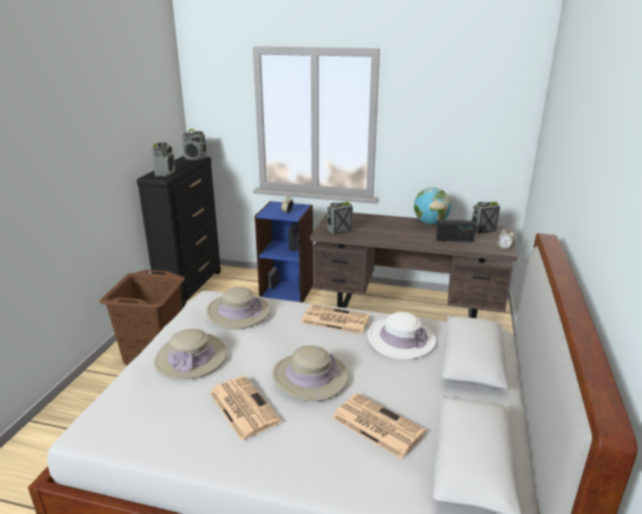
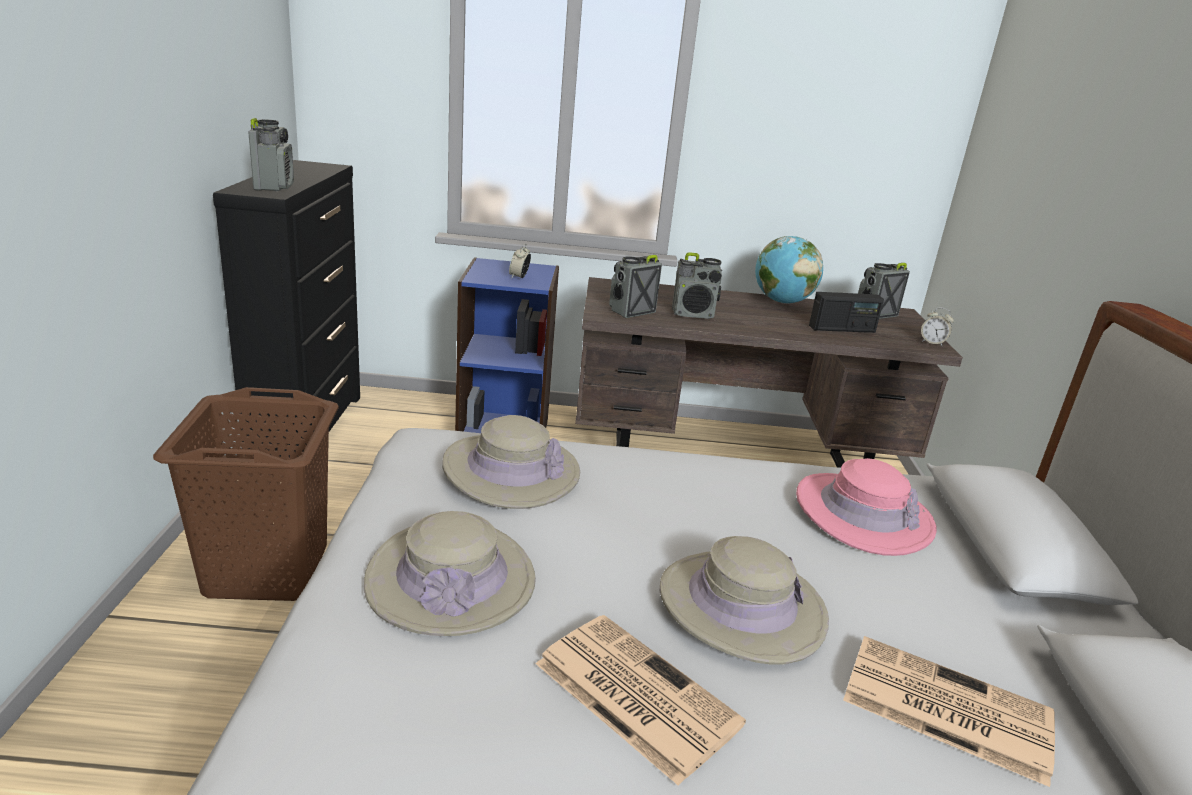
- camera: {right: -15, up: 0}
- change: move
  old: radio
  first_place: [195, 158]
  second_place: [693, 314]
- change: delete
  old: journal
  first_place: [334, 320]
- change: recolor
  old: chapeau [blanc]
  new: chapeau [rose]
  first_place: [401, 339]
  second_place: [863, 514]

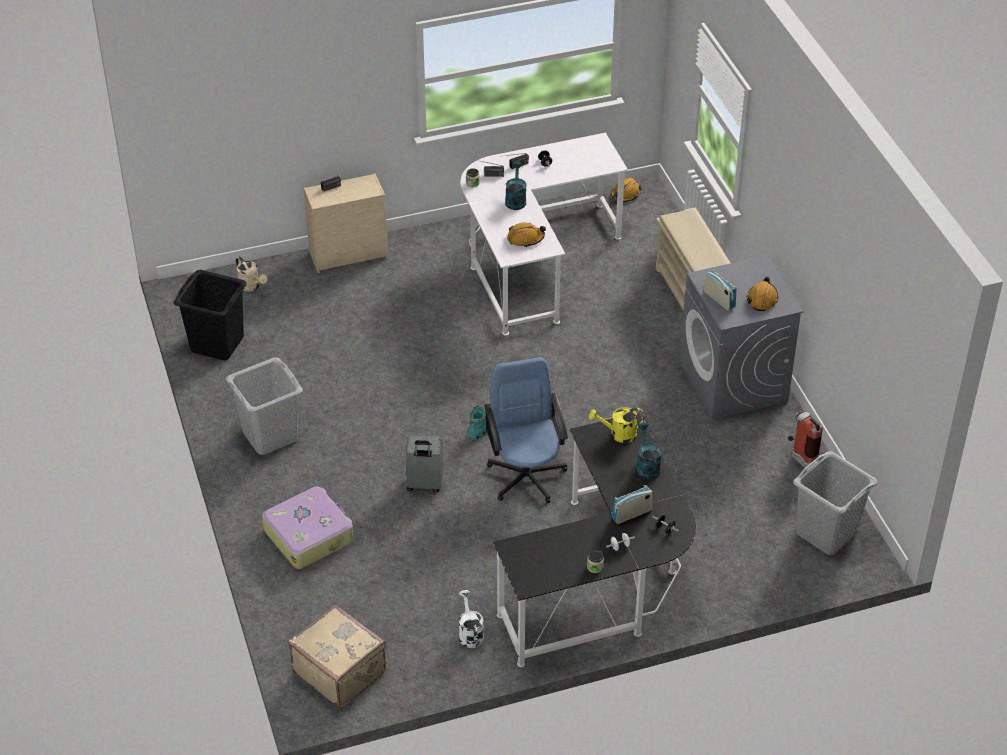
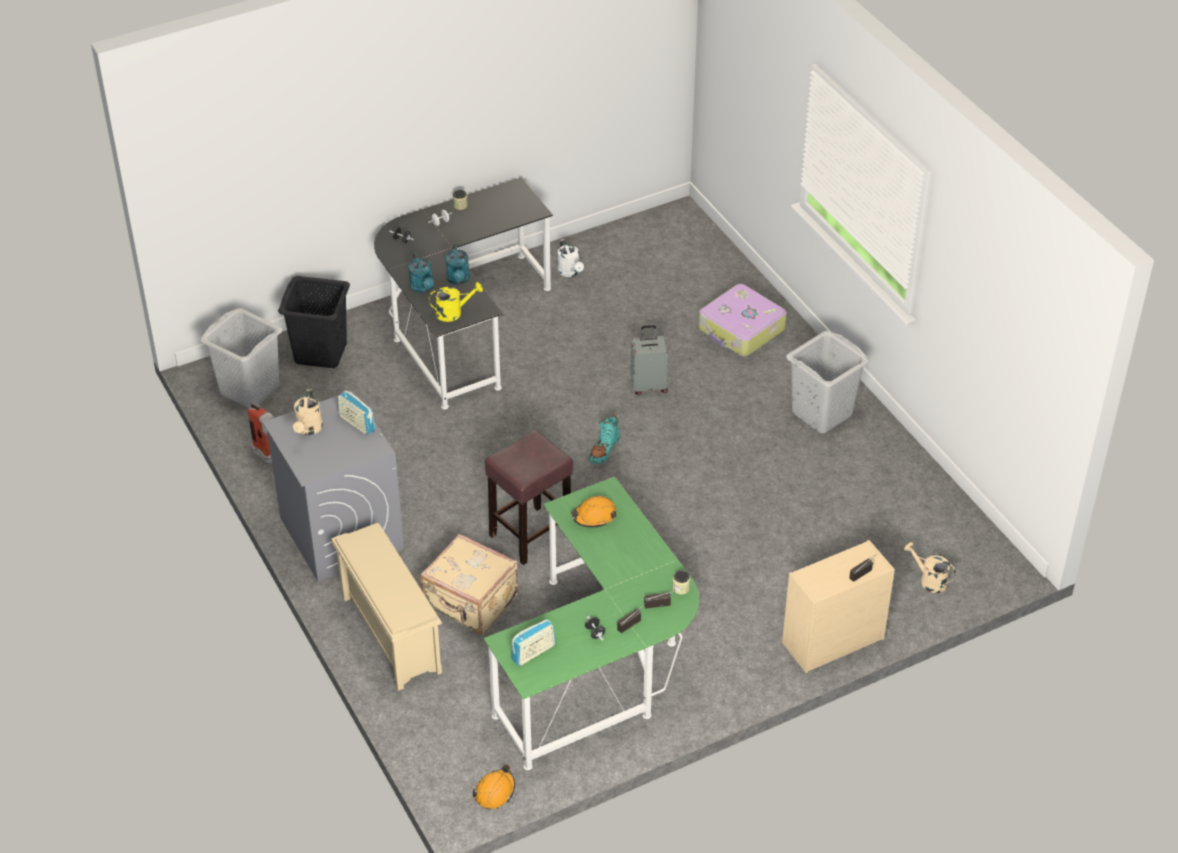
- camera: {right: 170, up: 0}
- change: recolor
  old: bureau [blanc]
  new: bureau [vert]
  first_place: [531, 260]
  second_place: [601, 665]
- change: move
  old: arrosoir [turquoise]
  first_place: [515, 199]
  second_place: [458, 280]
- change: move
  old: panier à linge [noir]
  first_place: [217, 343]
  second_place: [321, 353]
- change: replace
  old: casque de chantier [orange]
  new: arrosoir [beige]
  first_place: [762, 299]
  second_place: [308, 430]
- change: delete
  old: chaise de bureau [bleu]
  first_place: [526, 476]
- change: move
  old: radio
  first_place: [631, 514]
  second_place: [533, 652]
- change: move
  old: valise [beige]
  first_place: [340, 671]
  second_place: [471, 603]
- change: insert
  new: tabouret [marron]
  second_place: [531, 534]

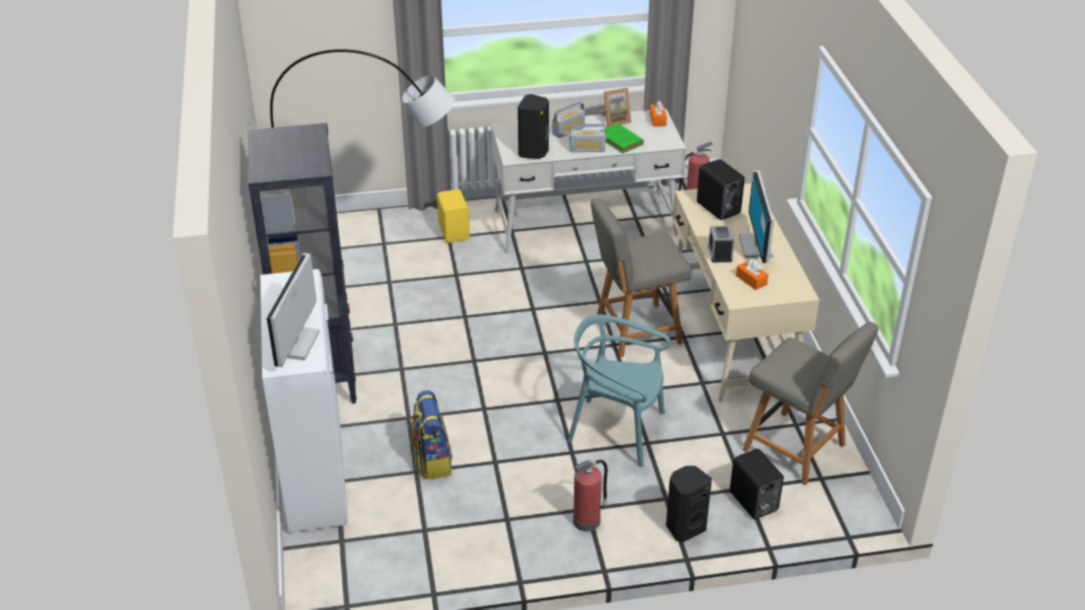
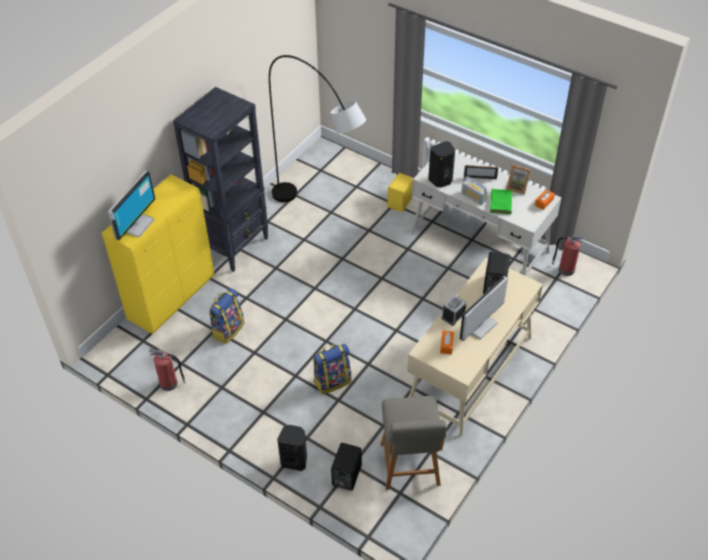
- camera: {right: 45, up: 10}
- change: replace
  old: radio
  new: cadre photo
  first_place: [568, 130]
  second_place: [480, 177]
- change: delete
  old: chaise [gris]
  first_place: [635, 331]
- change: rotate
  old: écran d'ordinateur
  first_place: [298, 344]
  second_place: [137, 225]
  degrees: 150
- change: recolor
  old: meuble de rangement [blanc]
  new: meuble de rangement [jaune]
  first_place: [315, 474]
  second_place: [172, 297]
- change: replace
  old: chaise [turquoise]
  new: sac à dos
  first_place: [617, 430]
  second_place: [332, 381]
- change: move
  old: extincteur
  first_place: [588, 520]
  second_place: [169, 383]

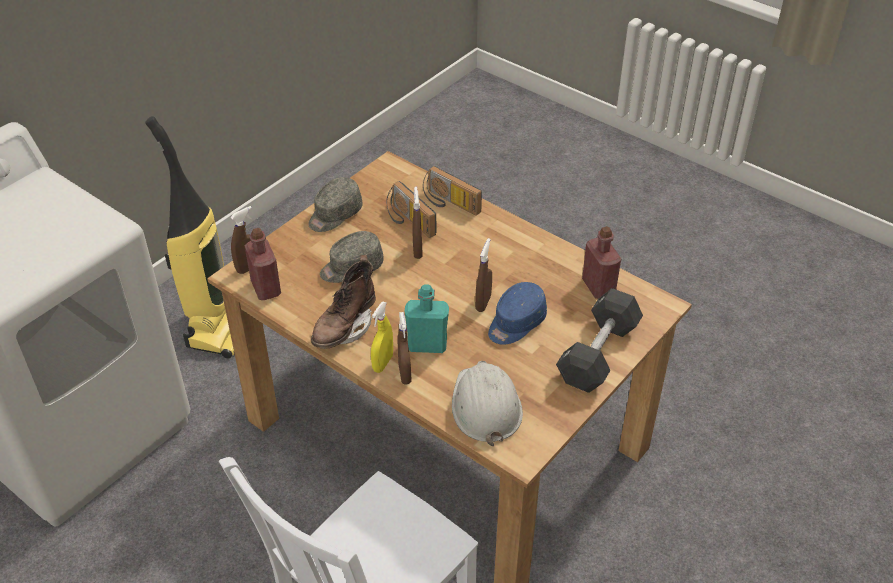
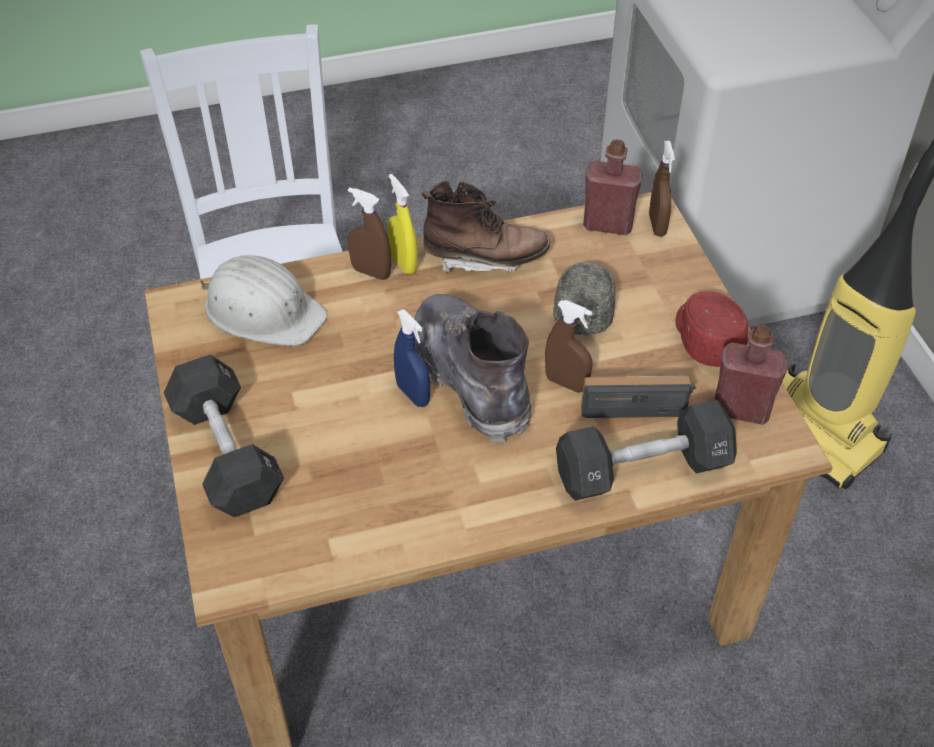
- camera: {right: 125, up: 5}
- change: replace
  old: radio
  new: haltère [noir]
  first_place: [449, 203]
  second_place: [642, 469]
- change: recolor
  old: casquette [gris]
  new: casquette [rouge]
  first_place: [334, 215]
  second_place: [706, 337]
- change: move
  old: bouteille [rouge]
  first_place: [598, 287]
  second_place: [741, 409]
- change: recolor
  old: vaporisateur [marron]
  new: vaporisateur [bleu]
  first_place: [483, 303]
  second_place: [413, 394]
- change: rotate
  old: botte [marron]
  first_place: [345, 328]
  second_place: [485, 258]
  degrees: 120
- change: delete
  old: casquette [bleu]
  first_place: [515, 323]
- change: delete
  old: bouteille [turquoise]
  first_place: [427, 345]
- change: insert
  new: botte [gris]
  second_place: [470, 378]

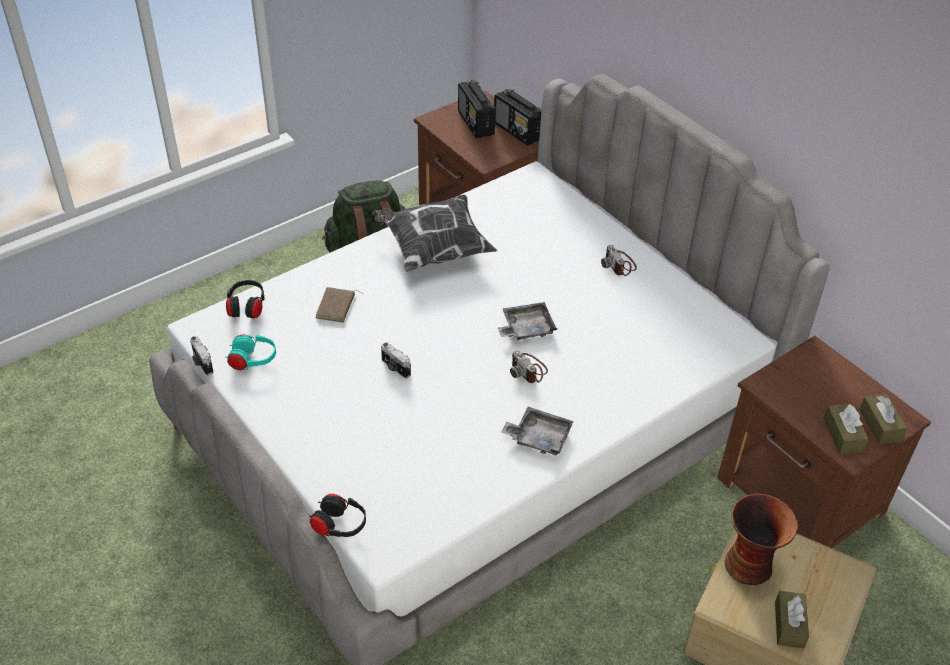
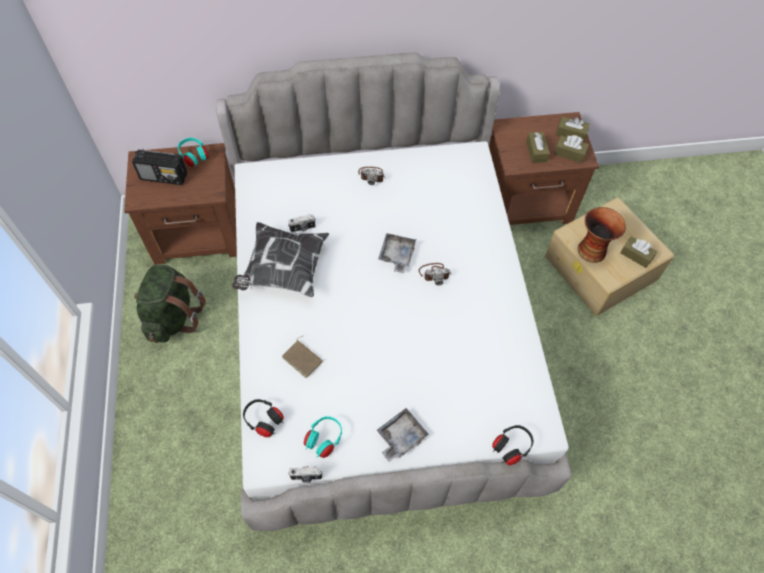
- camera: {right: -60, up: 15}
- change: replace
  old: radio
  new: casque audio [turquoise]
  first_place: [518, 131]
  second_place: [194, 157]
- change: move
  old: appareil photo
  first_place: [395, 368]
  second_place: [303, 228]
- change: move
  old: plateau [gris]
  first_place: [539, 437]
  second_place: [400, 437]
- change: insert
  new: boîte à mouchoirs [marron]
  second_place: [536, 151]

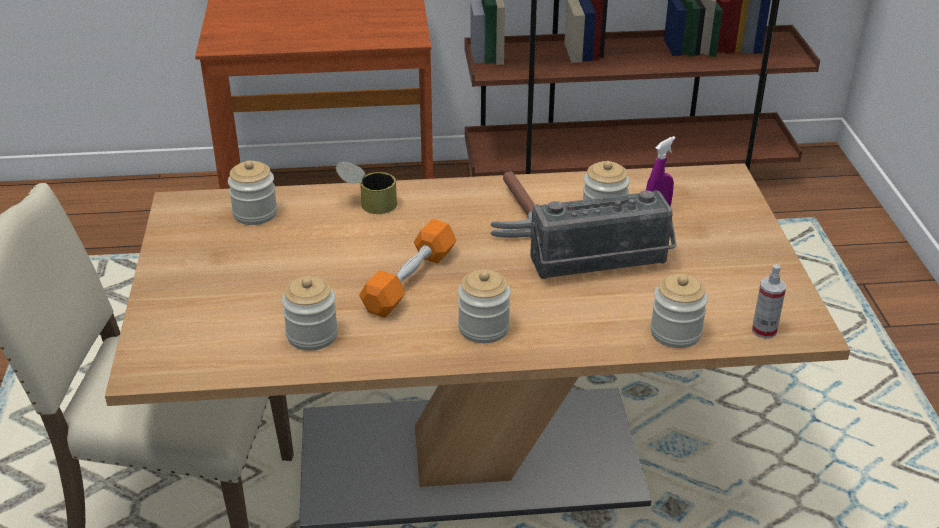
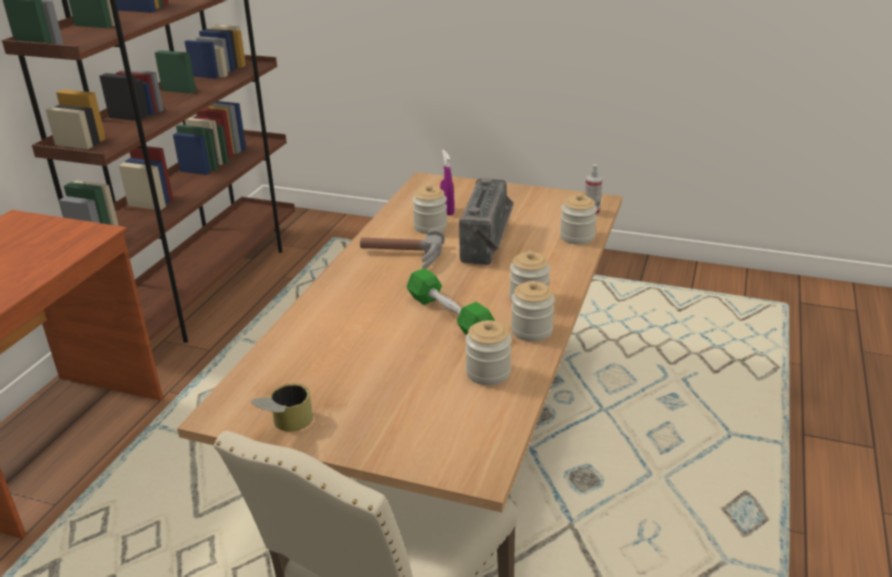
- camera: {right: -65, up: -5}
- change: move
  old: bocal
  first_place: [255, 213]
  second_place: [531, 330]
- change: move
  old: boîte métallique
  first_place: [368, 203]
  second_place: [285, 426]
- change: recolor
  old: haltère [orange]
  new: haltère [vert]
  first_place: [410, 280]
  second_place: [449, 315]

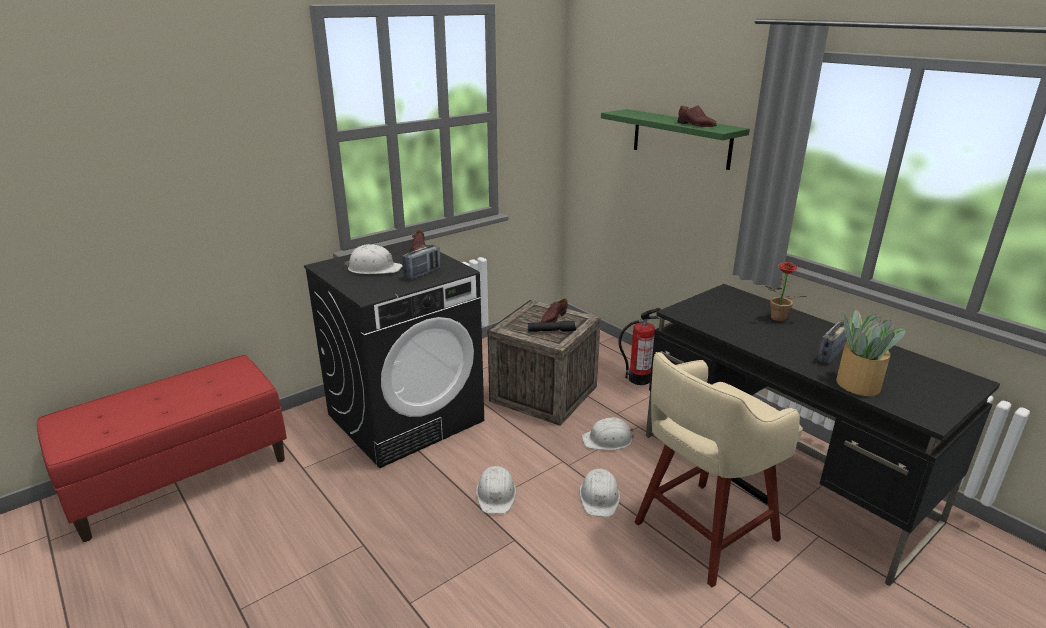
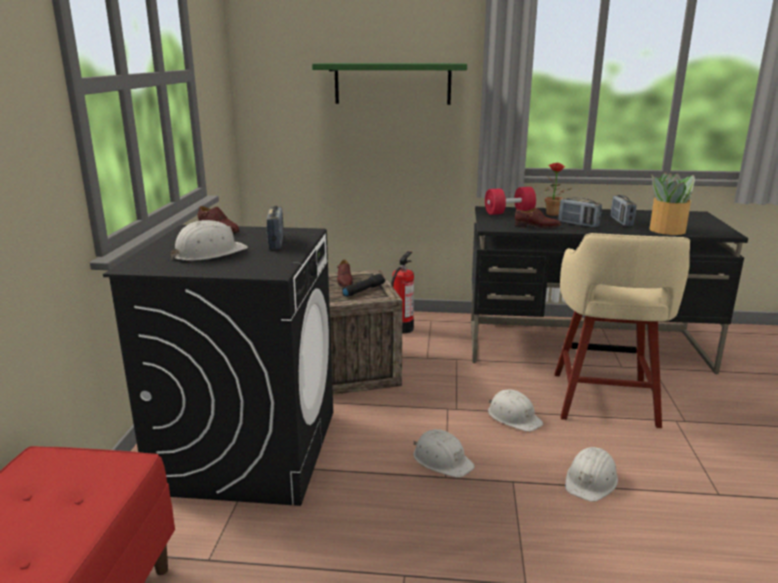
- camera: {right: -45, up: -5}
- change: move
  old: chaussure [marron]
  first_place: [696, 125]
  second_place: [537, 226]
- change: move
  old: casque de chantier [blanc]
  first_place: [608, 440]
  second_place: [591, 480]
- change: insert
  new: haltère [rouge]
  second_place: [509, 213]
- change: insert
  new: radio
  second_place: [578, 224]

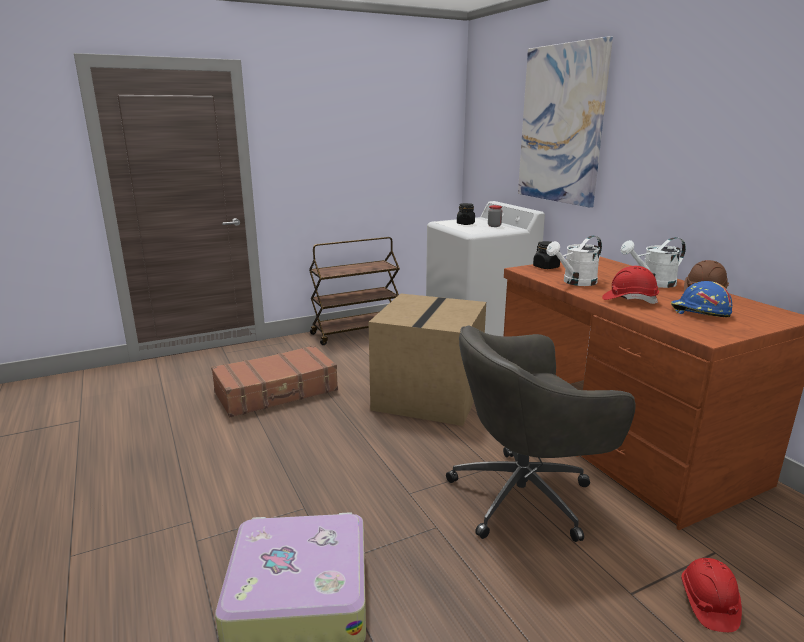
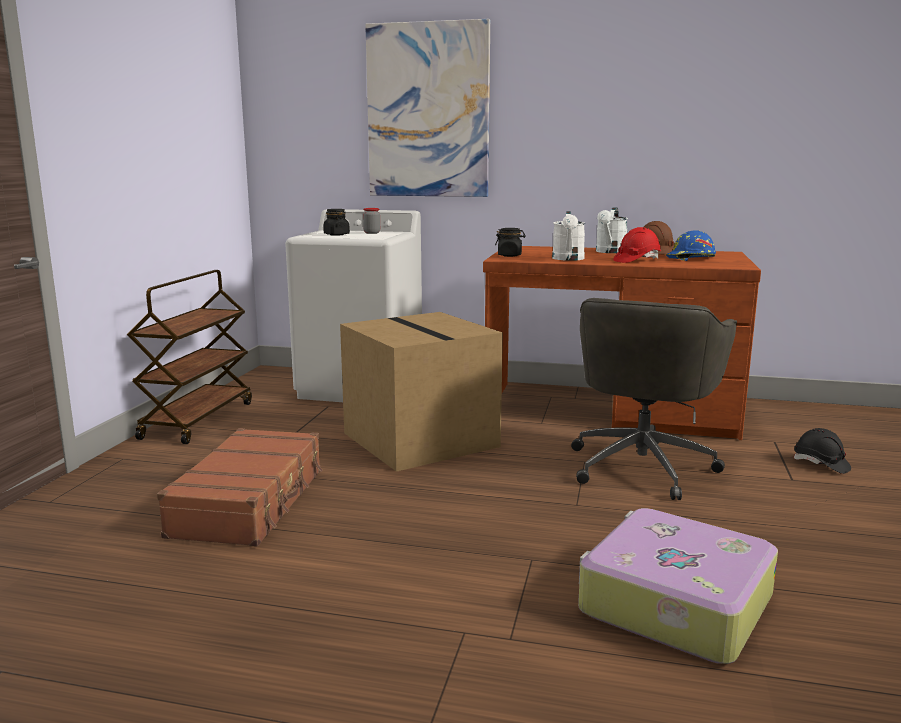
- camera: {right: -50, up: -5}
- change: recolor
  old: casque de chantier [rouge]
  new: casque de chantier [noir]
  first_place: [708, 604]
  second_place: [820, 464]

